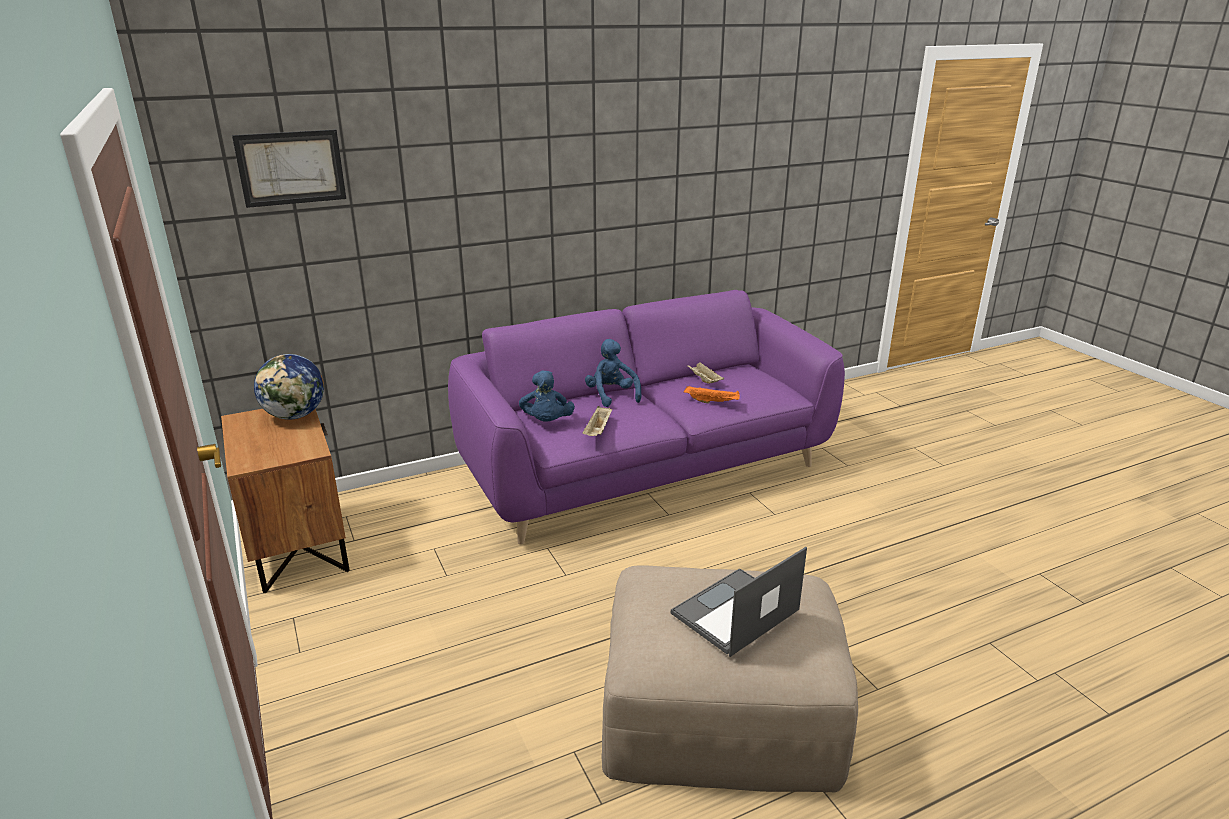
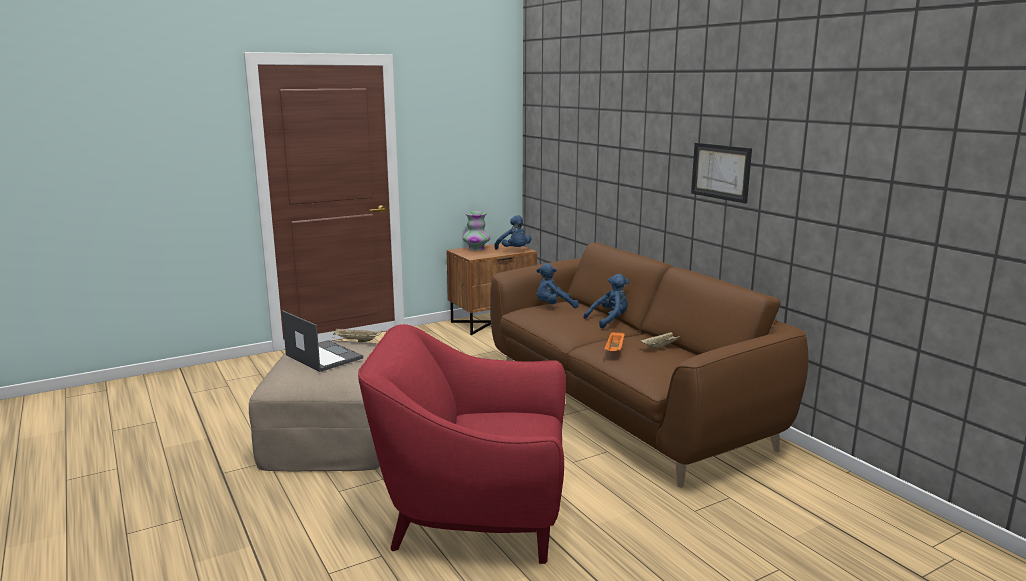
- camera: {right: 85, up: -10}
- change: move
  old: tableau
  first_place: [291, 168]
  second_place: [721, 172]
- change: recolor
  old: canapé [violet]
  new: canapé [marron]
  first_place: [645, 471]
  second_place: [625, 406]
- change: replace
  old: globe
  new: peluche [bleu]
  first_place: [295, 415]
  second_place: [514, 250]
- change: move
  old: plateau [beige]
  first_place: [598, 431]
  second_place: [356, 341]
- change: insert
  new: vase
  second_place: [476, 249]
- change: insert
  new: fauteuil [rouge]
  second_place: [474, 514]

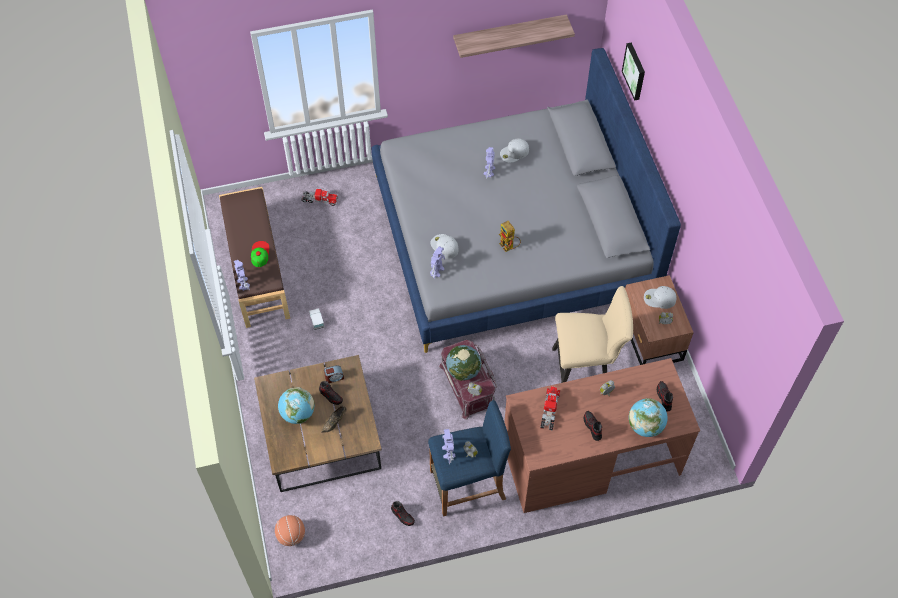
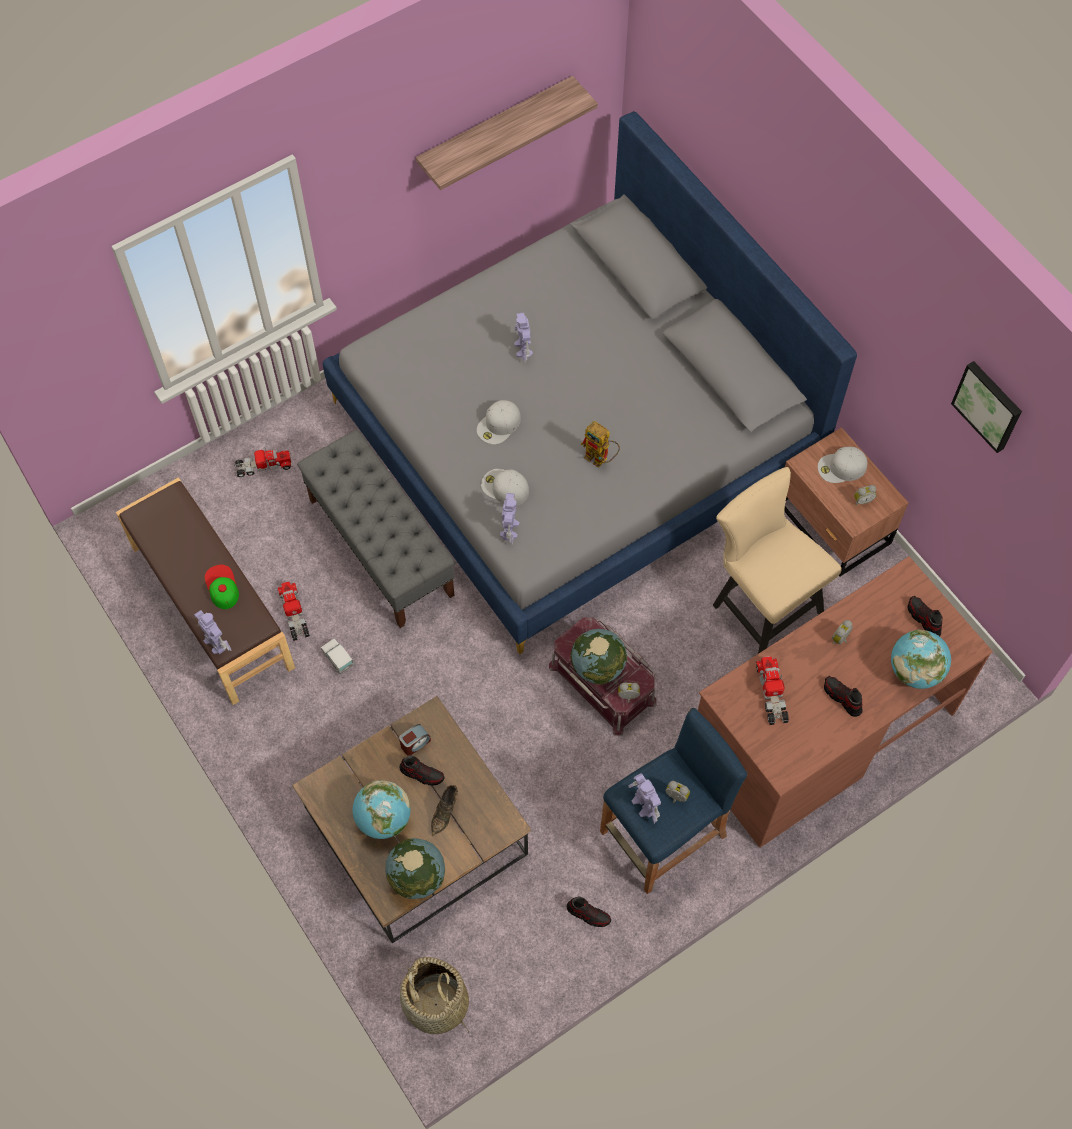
- camera: {right: -20, up: 5}
- change: move
  old: tableau
  first_place: [635, 71]
  second_place: [988, 405]
- change: move
  old: casquette [blanc]
  first_place: [514, 153]
  second_place: [499, 425]
- change: rotate
  old: chaise [beige]
  first_place: [585, 371]
  second_place: [761, 605]
  degrees: -105
- change: replace
  old: ballon de basket
  new: panier
  first_place: [291, 536]
  second_place: [436, 1004]
- change: insert
  new: banc [gris]
  second_place: [381, 547]
- change: insert
  new: camion jouet
  second_place: [294, 613]
- change: insert
  new: globe
  second_place: [417, 877]

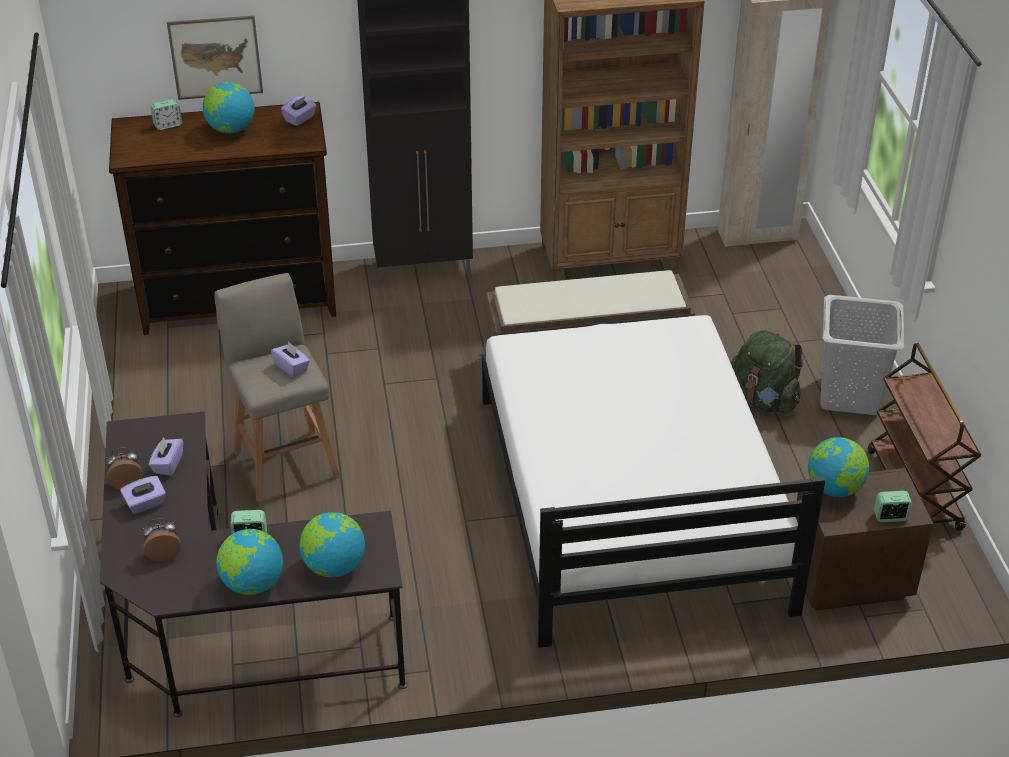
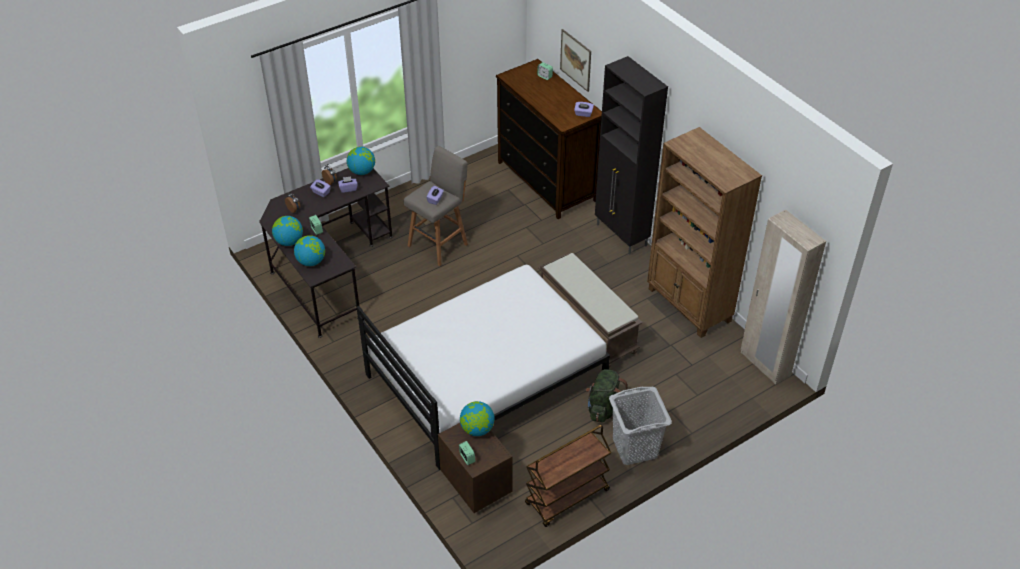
- camera: {right: 65, up: 5}
- change: move
  old: globe
  first_place: [231, 129]
  second_place: [362, 171]

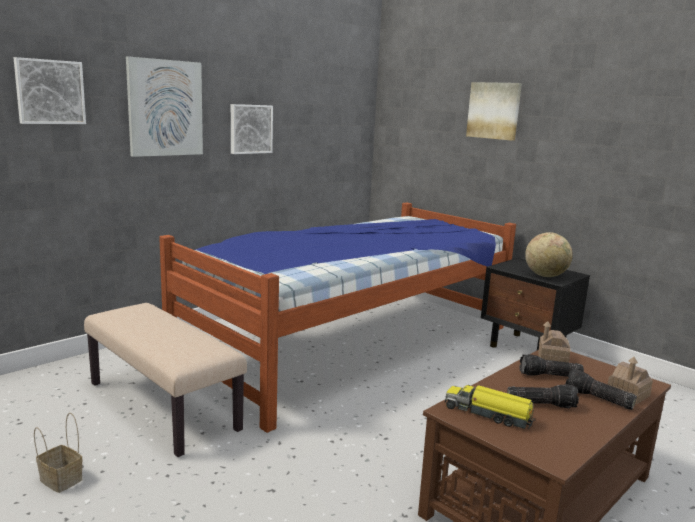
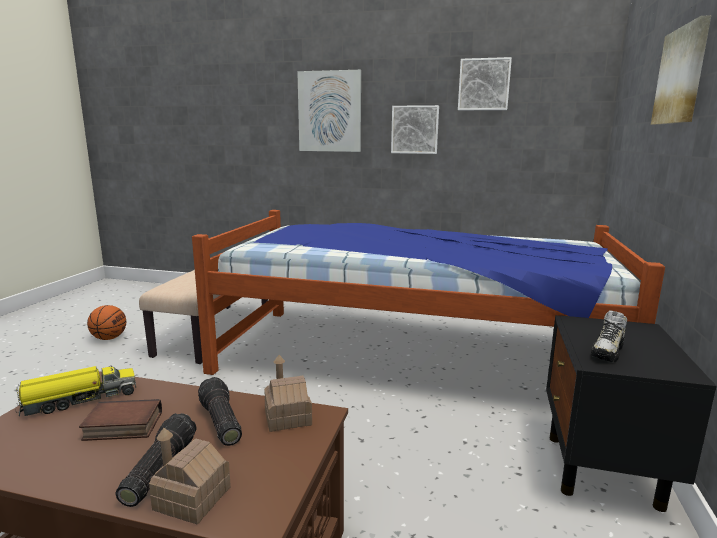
- camera: {right: 60, up: 0}
- change: move
  old: tableau
  first_place: [50, 92]
  second_place: [484, 84]
- change: replace
  old: globe
  new: chaussure
  first_place: [545, 276]
  second_place: [607, 352]
- change: rotate
  old: camion jouet
  first_place: [488, 415]
  second_place: [80, 400]
  degrees: 60
- change: replace
  old: lampe de poche
  new: livre
  first_place: [541, 404]
  second_place: [121, 427]
- change: replace
  old: panier
  new: ballon de basket
  first_place: [59, 480]
  second_place: [109, 338]

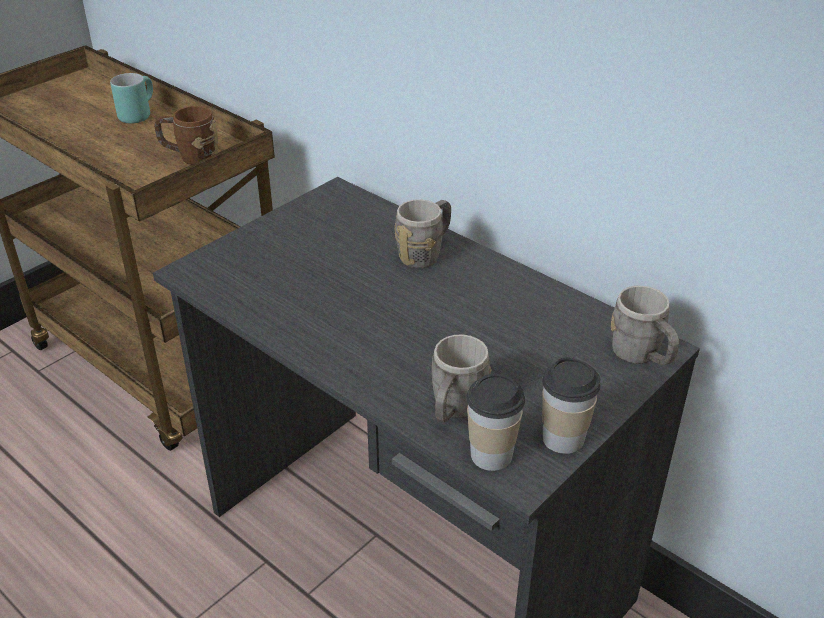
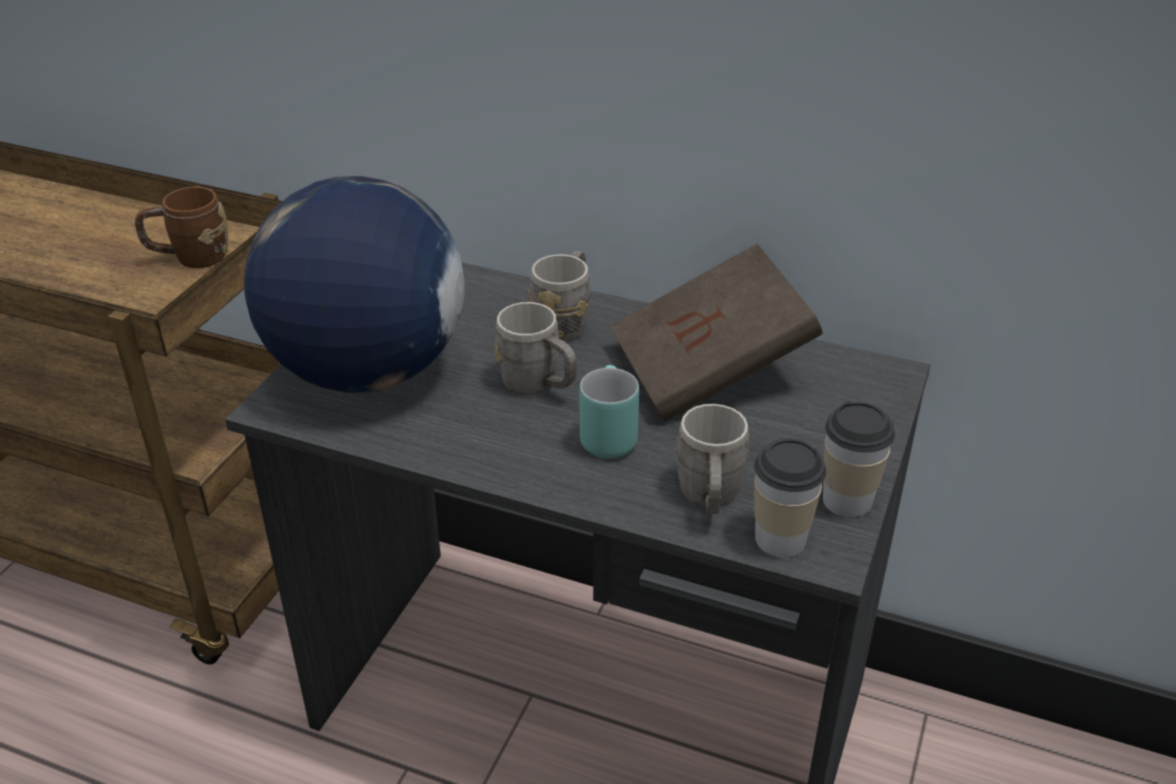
- camera: {right: -20, up: 0}
- change: move
  old: mug [turquoise]
  first_place: [137, 114]
  second_place: [604, 434]
- change: move
  old: mug [gris]
  first_place: [641, 357]
  second_place: [538, 385]
- change: insert
  new: globe
  second_place: [367, 372]
- change: insert
  new: livre [marron]
  second_place: [710, 370]

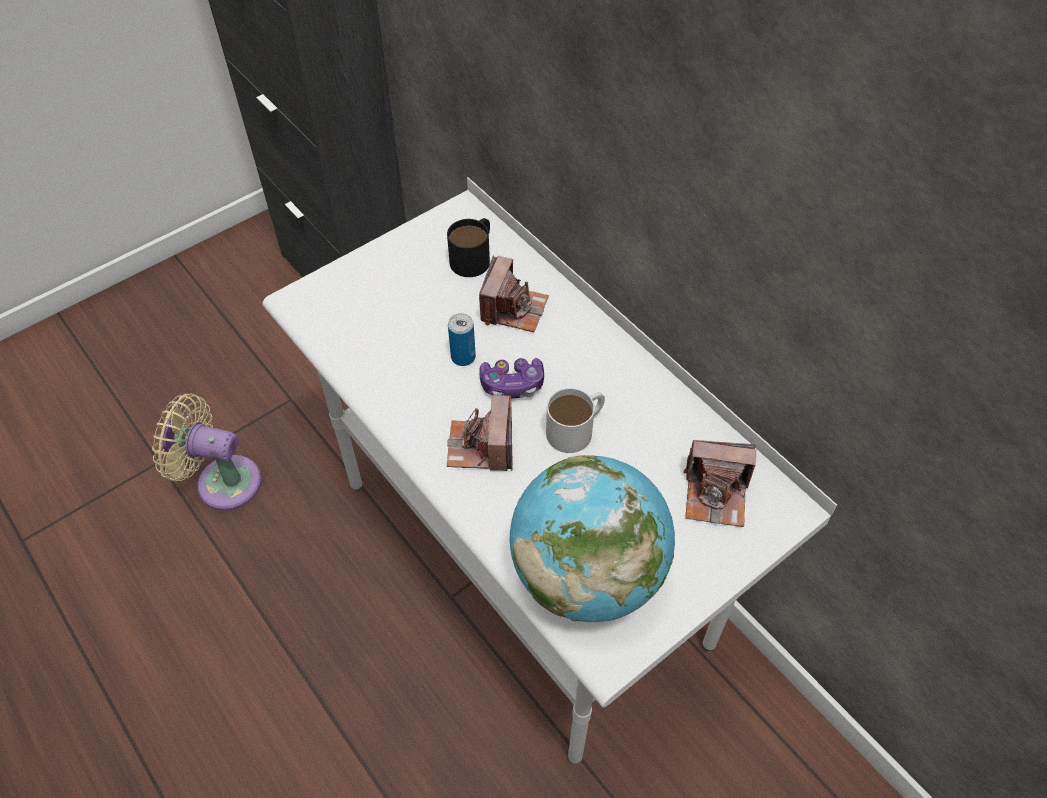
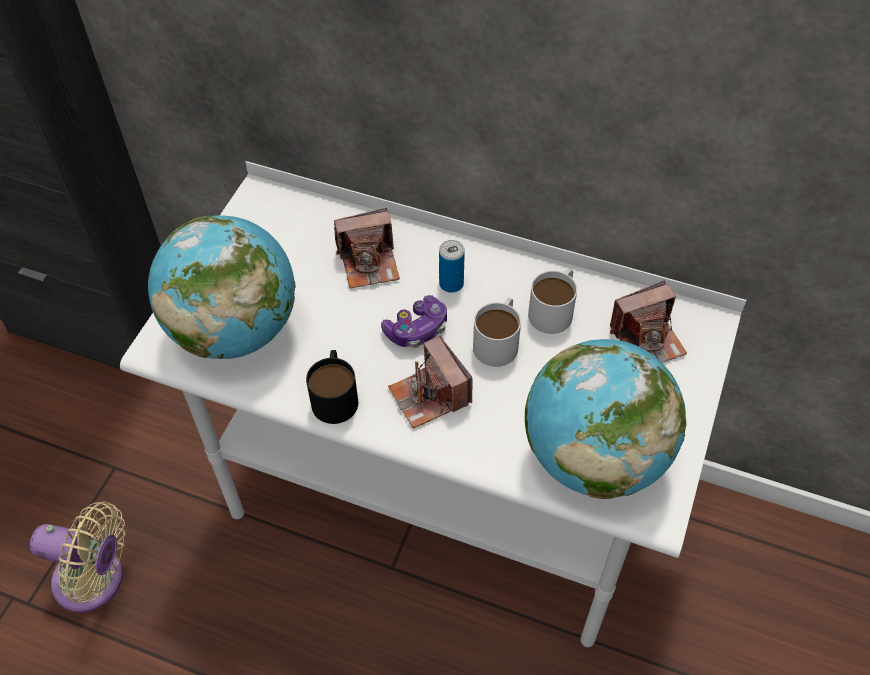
- camera: {right: -30, up: 0}
- change: move
  old: mug [noir]
  first_place: [474, 256]
  second_place: [335, 394]
- change: rotate
  old: appareil photo
  first_place: [513, 308]
  second_place: [369, 263]
  degrees: 90
- change: move
  old: boîte métallique
  first_place: [463, 357]
  second_place: [451, 284]
- change: rotate
  old: ventilateur [beige]
  first_place: [222, 481]
  second_place: [95, 581]
  degrees: -150
- change: insert
  new: globe
  second_place: [234, 330]
- change: insert
  new: mug [blanc]
  second_place: [554, 309]

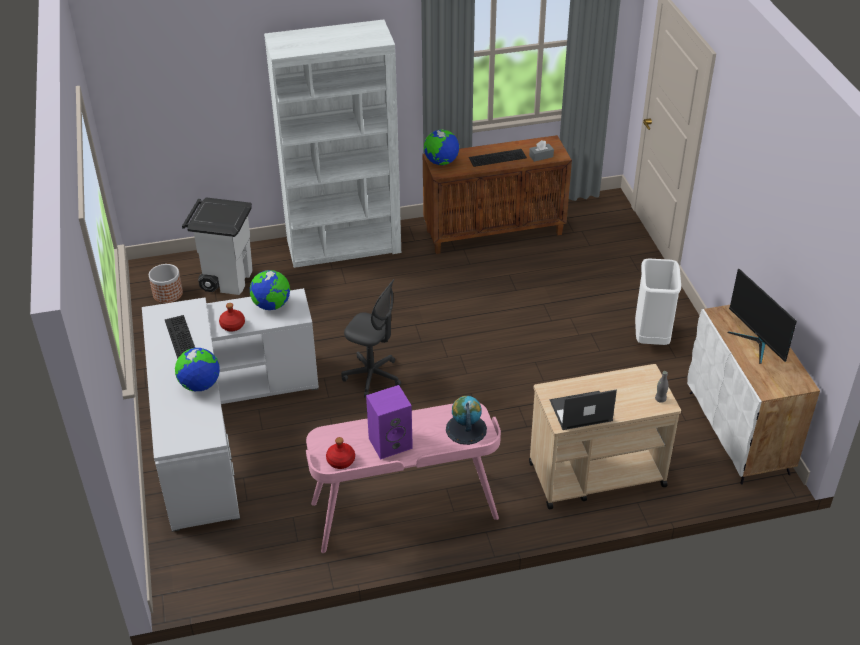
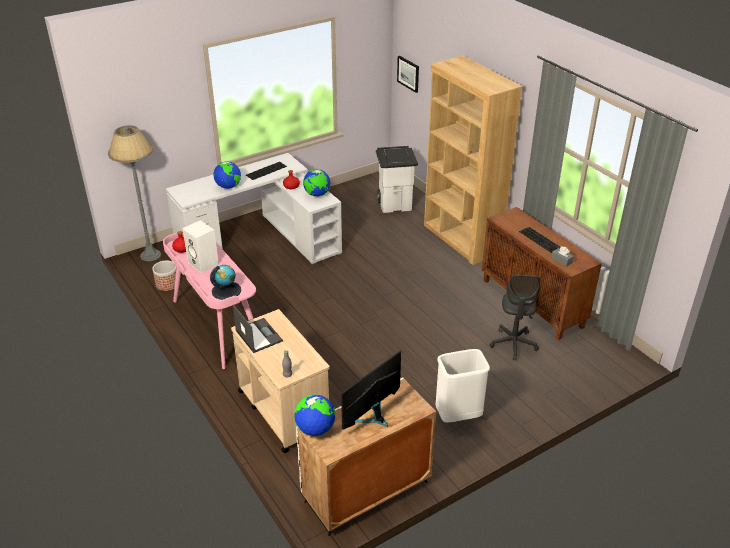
- camera: {right: 70, up: -5}
- change: recolor
  old: bibliothèque [blanc]
  new: bibliothèque [marron]
  first_place: [344, 246]
  second_place: [461, 239]
- change: move
  old: globe
  first_place: [441, 162]
  second_place: [315, 429]
- change: move
  old: cache-pot
  first_place: [167, 294]
  second_place: [167, 284]
- change: move
  old: chaise de bureau [gris]
  first_place: [372, 376]
  second_place: [513, 344]
- change: recolor
  old: enceinte [violet]
  new: enceinte [blanc]
  first_place: [391, 442]
  second_place: [204, 263]
- change: insert
  new: tableau
  second_place: [408, 73]
- change: insert
  new: lampadaire [gris]
  second_place: [150, 255]

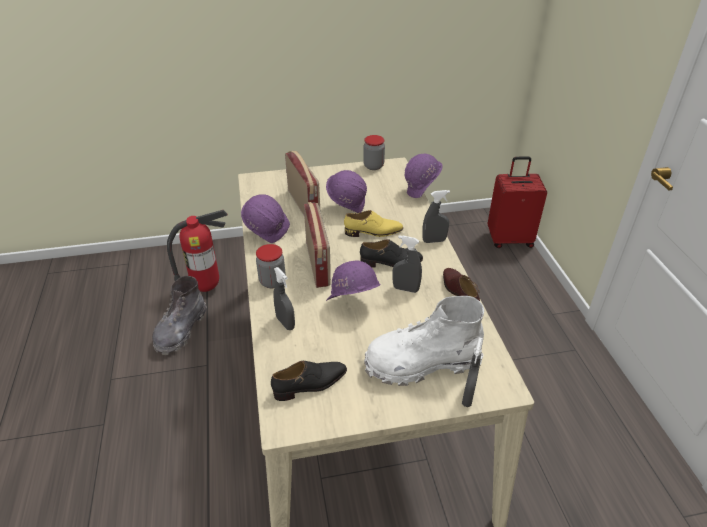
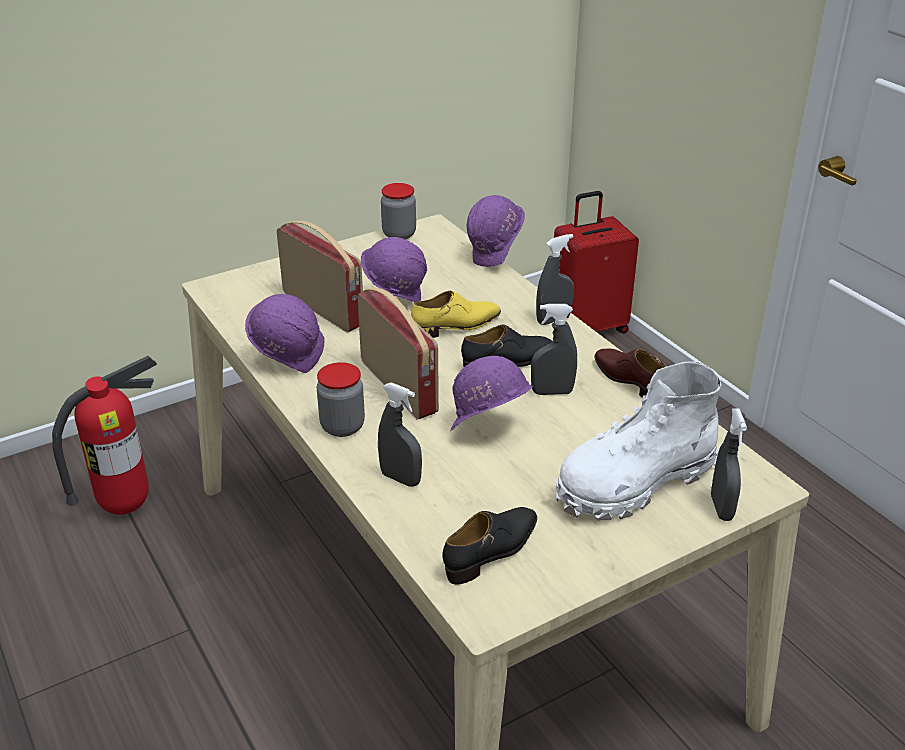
- camera: {right: -20, up: -5}
- change: delete
  old: botte [gris]
  first_place: [181, 330]

